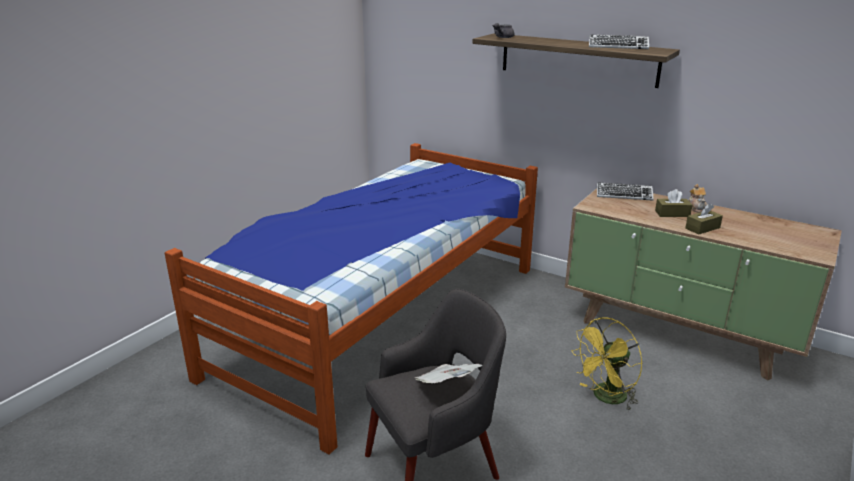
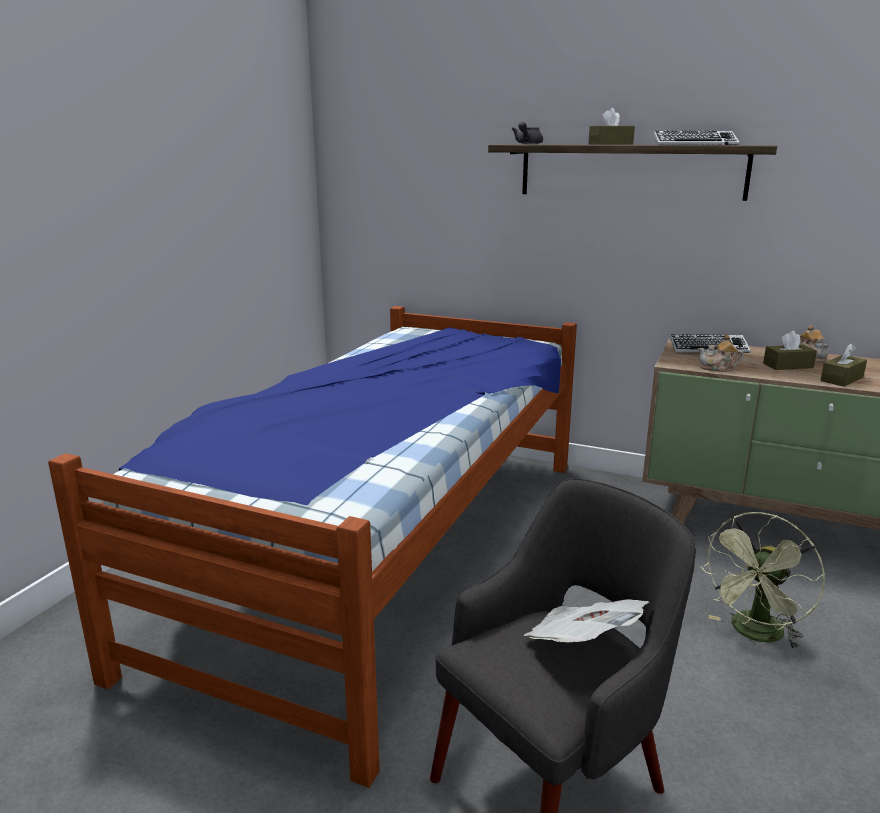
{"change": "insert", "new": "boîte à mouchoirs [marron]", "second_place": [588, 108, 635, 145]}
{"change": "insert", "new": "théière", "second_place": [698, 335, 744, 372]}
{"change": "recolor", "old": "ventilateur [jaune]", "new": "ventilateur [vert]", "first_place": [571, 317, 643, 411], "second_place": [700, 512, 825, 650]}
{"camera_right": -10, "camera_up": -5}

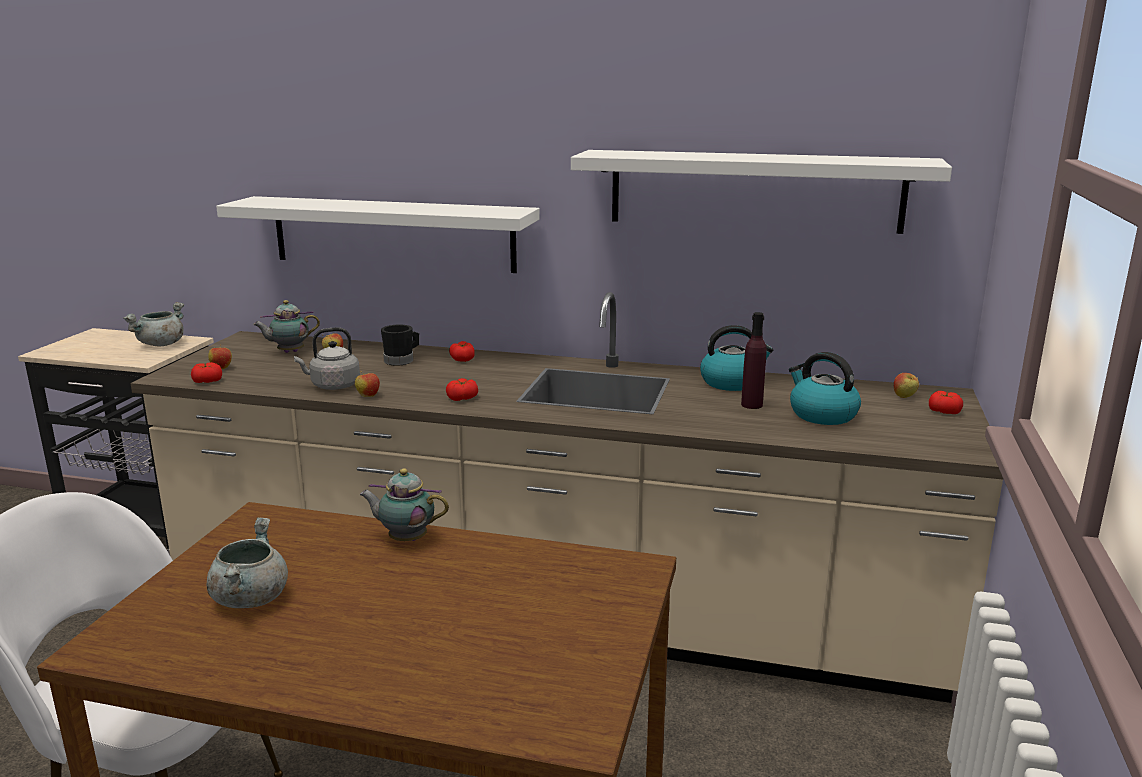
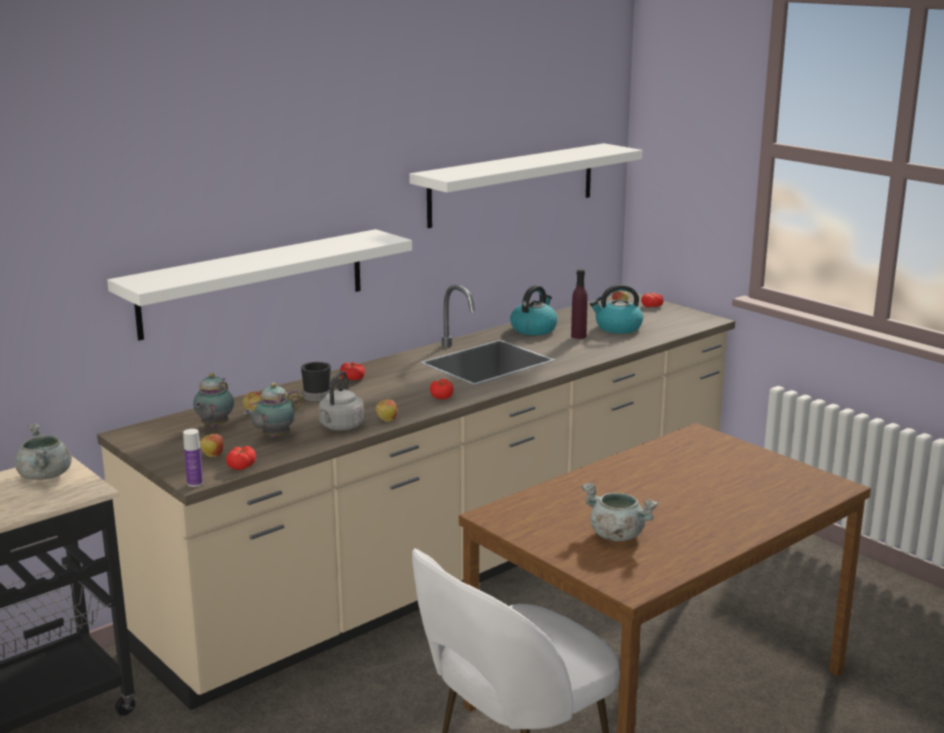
{"change": "insert", "new": "bouteille", "second_place": [183, 429, 203, 487]}
{"change": "move", "old": "théière", "first_place": [359, 468, 449, 541], "second_place": [244, 383, 302, 438]}
{"camera_right": -55, "camera_up": 0}

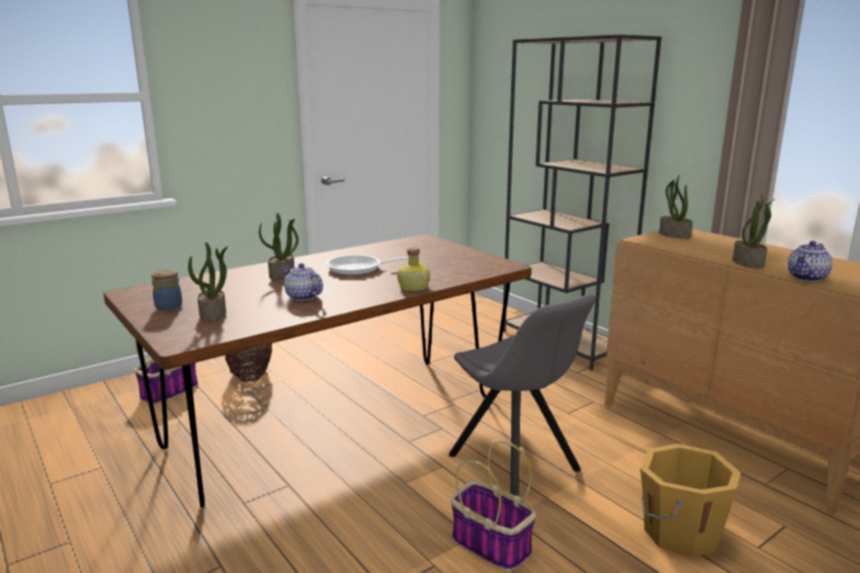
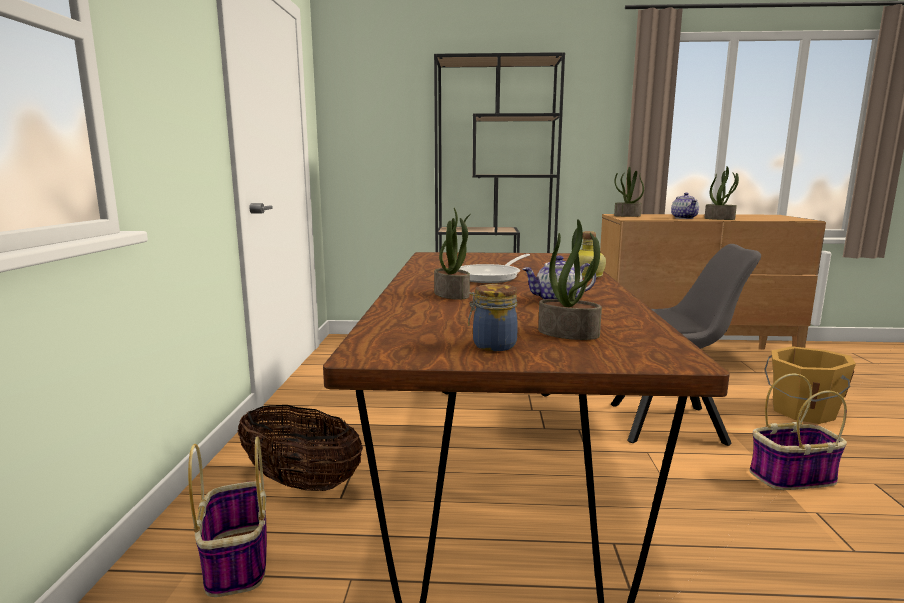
{"change": "move", "old": "théière", "first_place": [788, 241, 832, 282], "second_place": [671, 193, 699, 219]}
{"camera_right": -50, "camera_up": -5}

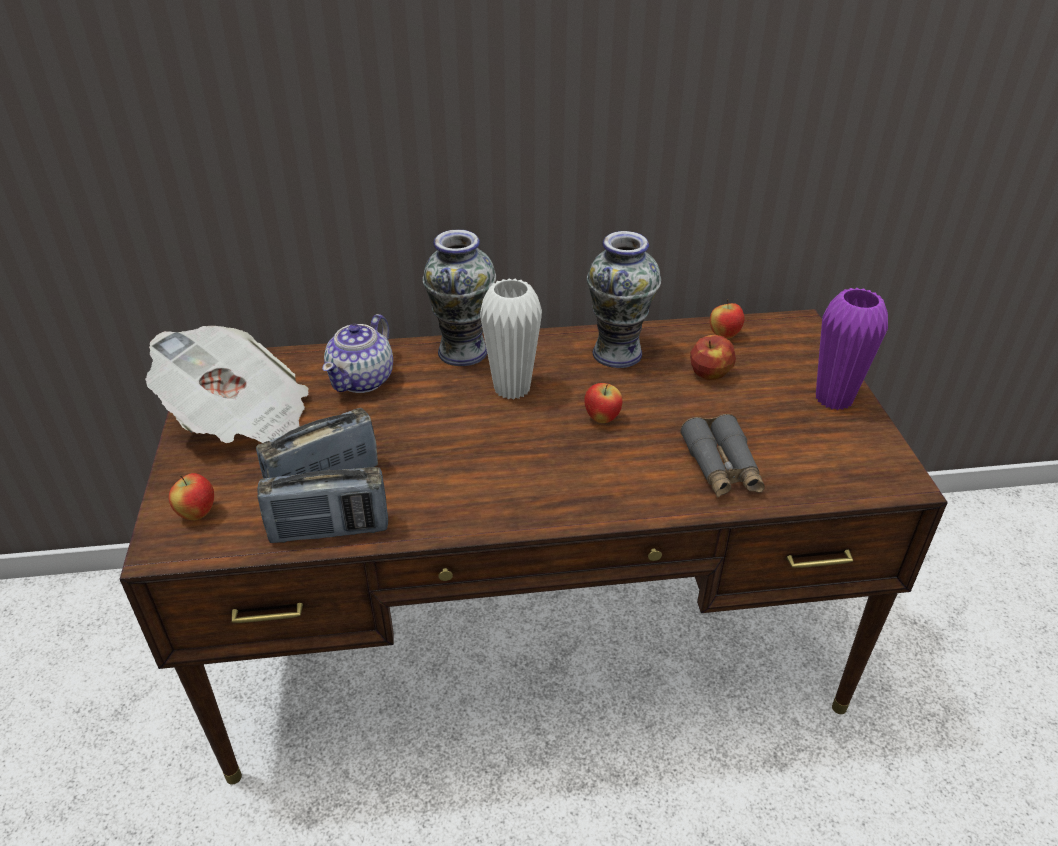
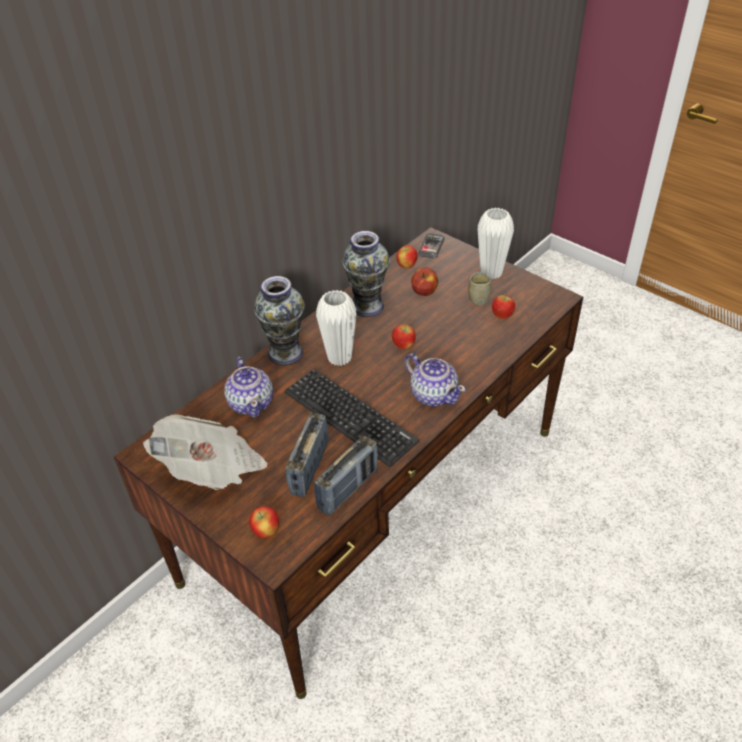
{"change": "insert", "new": "clavier", "second_place": [285, 369, 419, 467]}
{"change": "insert", "new": "théière", "second_place": [405, 353, 466, 406]}
{"change": "insert", "new": "téléphone", "second_place": [418, 233, 445, 258]}
{"change": "insert", "new": "tasse", "second_place": [468, 272, 491, 306]}
{"change": "recolor", "old": "vase [violet]", "new": "vase [blanc]", "first_place": [816, 288, 888, 410], "second_place": [477, 208, 514, 279]}
{"change": "insert", "new": "pomme", "second_place": [492, 294, 516, 319]}
{"change": "delete", "old": "jumelles [gris]", "first_place": [680, 414, 765, 498]}
{"camera_right": -40, "camera_up": 5}

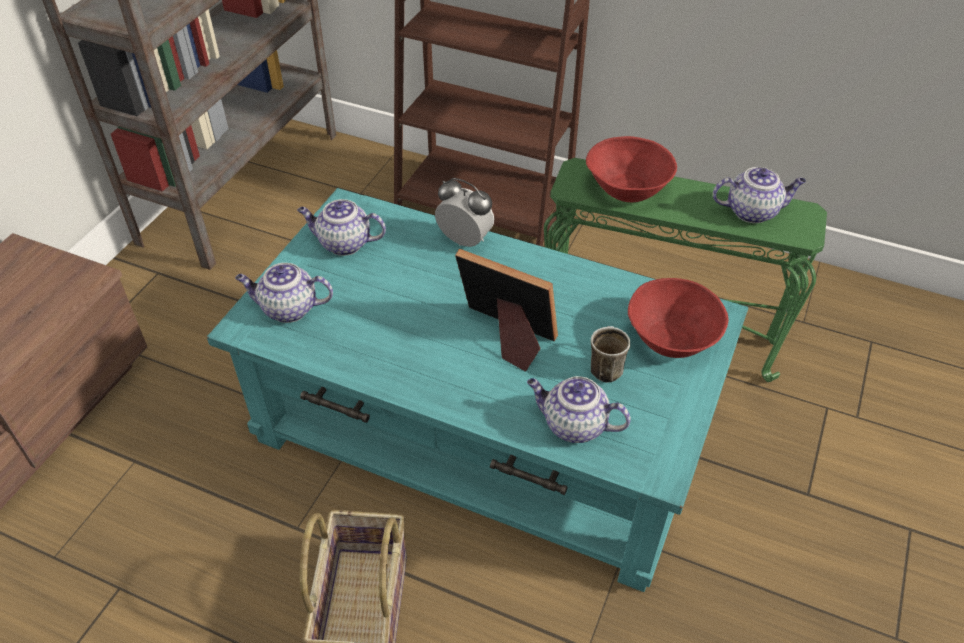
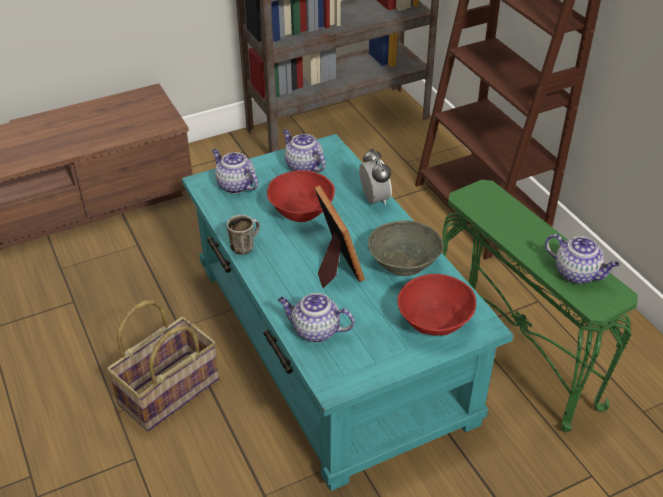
{"change": "move", "old": "mug", "first_place": [591, 326, 630, 383], "second_place": [227, 215, 260, 255]}
{"change": "move", "old": "bol [rouge]", "first_place": [586, 136, 677, 202], "second_place": [267, 170, 335, 222]}
{"change": "rotate", "old": "théière", "first_place": [527, 376, 631, 443], "second_place": [278, 293, 354, 343], "degrees": -45}
{"change": "insert", "new": "bol [gris]", "second_place": [368, 221, 444, 276]}
{"camera_right": 40, "camera_up": -5}

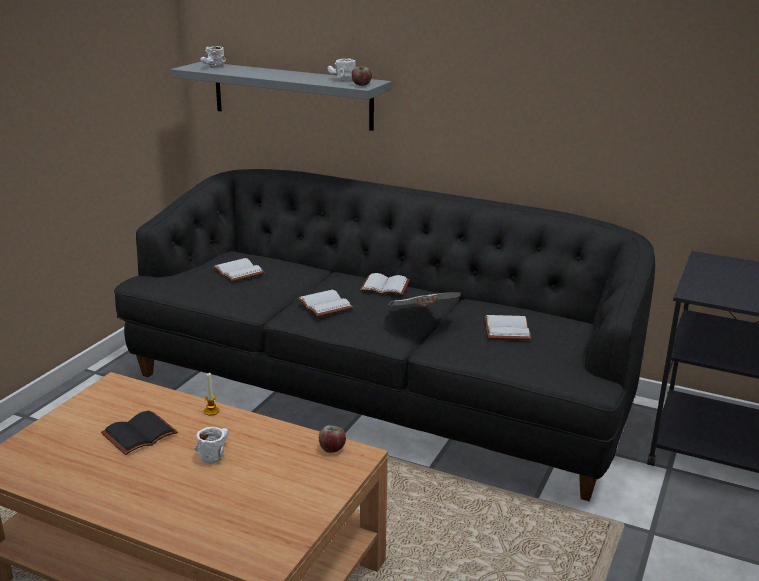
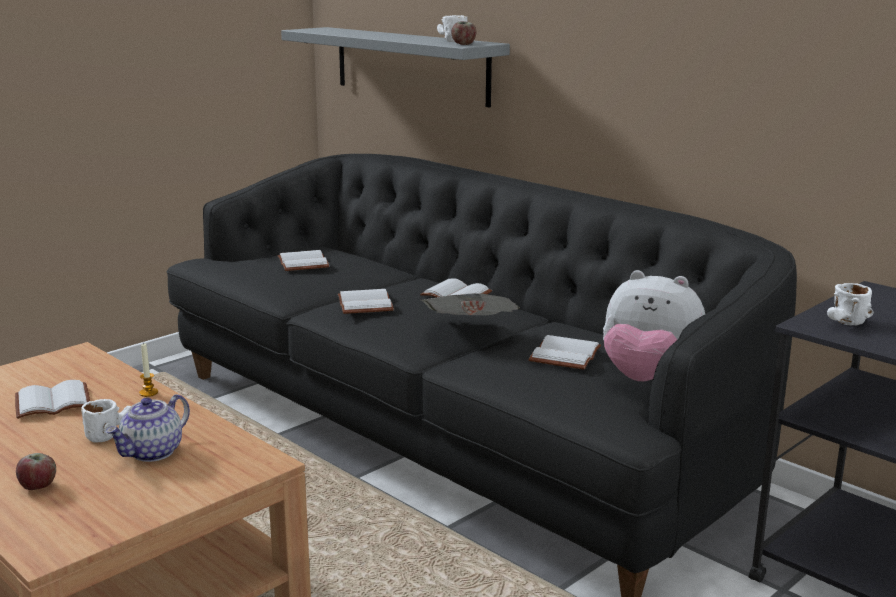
{"change": "recolor", "old": "livre [noir]", "new": "livre [blanc]", "first_place": [101, 411, 178, 455], "second_place": [15, 380, 90, 419]}
{"change": "move", "old": "pomme", "first_place": [319, 425, 346, 453], "second_place": [16, 453, 56, 490]}
{"change": "insert", "new": "théière", "second_place": [106, 394, 190, 462]}
{"change": "insert", "new": "peluche", "second_place": [603, 270, 705, 381]}
{"change": "move", "old": "mug [blanc]", "first_place": [201, 46, 226, 68], "second_place": [827, 283, 874, 325]}
{"camera_right": 20, "camera_up": -5}

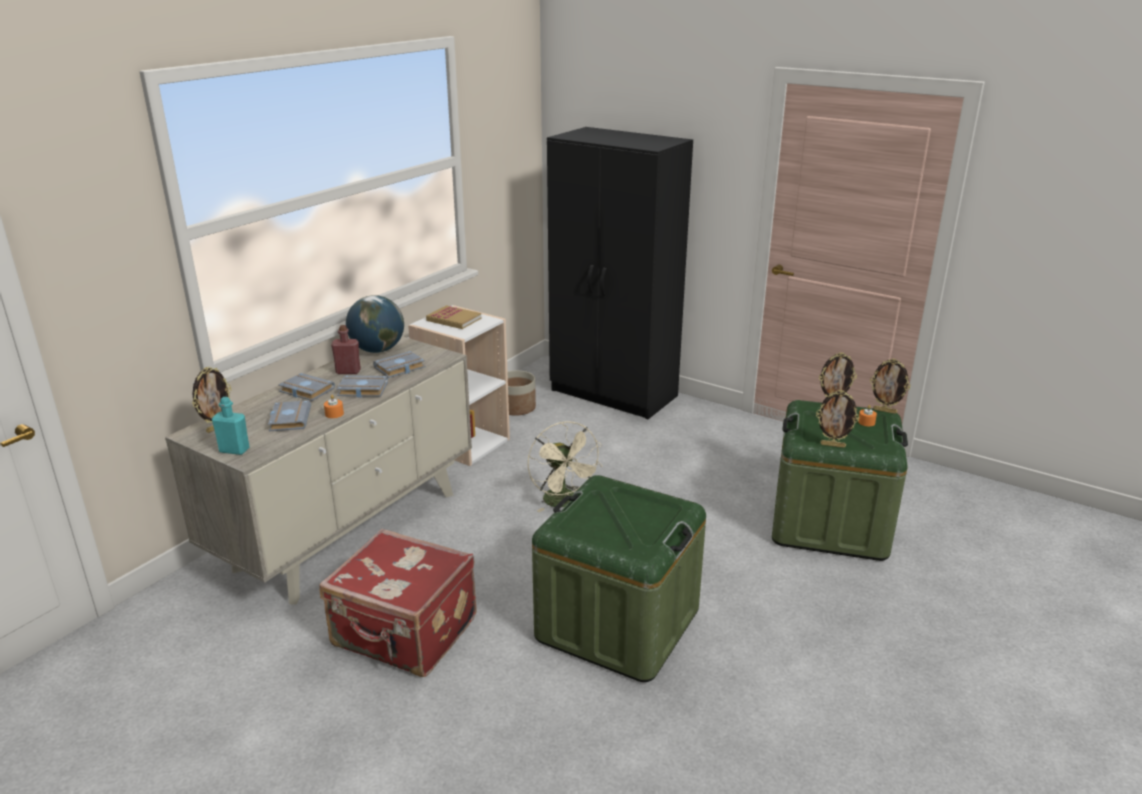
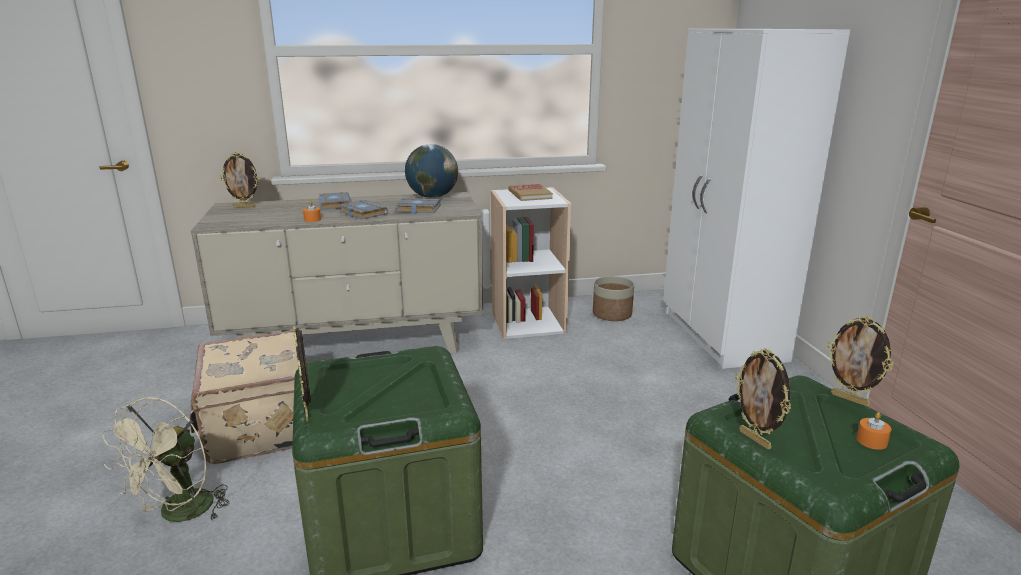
{"change": "move", "old": "ventilateur [beige]", "first_place": [528, 421, 603, 512], "second_place": [102, 397, 230, 522]}
{"change": "recolor", "old": "valise [rouge]", "new": "valise [beige]", "first_place": [319, 529, 477, 677], "second_place": [190, 330, 299, 464]}
{"change": "move", "old": "cadre photo", "first_place": [870, 358, 911, 414], "second_place": [293, 326, 311, 422]}
{"change": "recolor", "old": "armoire [noir]", "new": "armoire [blanc]", "first_place": [547, 127, 693, 419], "second_place": [663, 29, 850, 369]}
{"change": "delete", "old": "bouteille [turquoise]", "first_place": [212, 397, 249, 455]}
{"change": "delete", "old": "livre [gris]", "first_place": [268, 400, 311, 431]}
{"change": "delete", "old": "bouteille [rouge]", "first_place": [331, 325, 361, 374]}
{"camera_right": 45, "camera_up": -5}

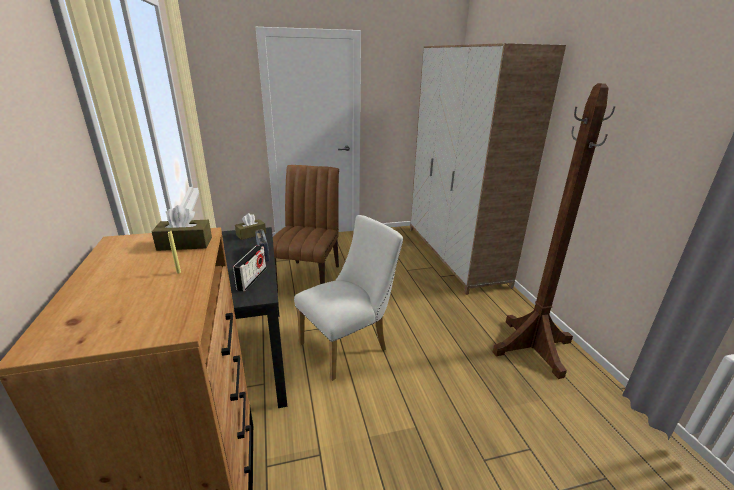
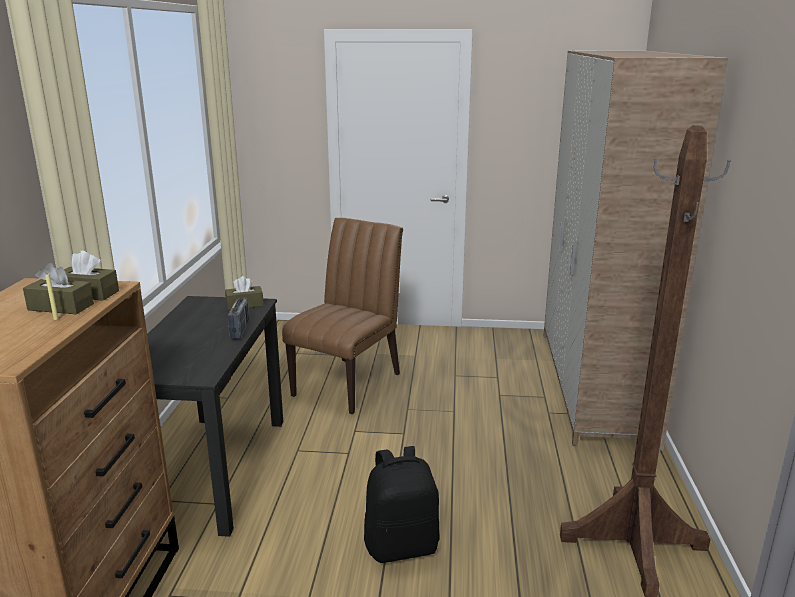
{"change": "insert", "new": "boîte à mouchoirs [marron]", "second_place": [23, 263, 94, 314]}
{"change": "insert", "new": "sac à dos [noir]", "second_place": [364, 446, 440, 563]}
{"change": "delete", "old": "radio", "first_place": [233, 246, 266, 291]}
{"change": "delete", "old": "chaise [blanc]", "first_place": [294, 215, 403, 381]}
{"camera_right": 20, "camera_up": -5}

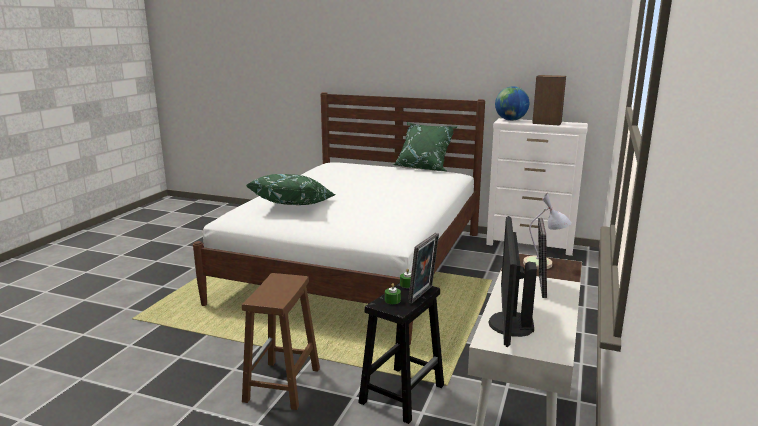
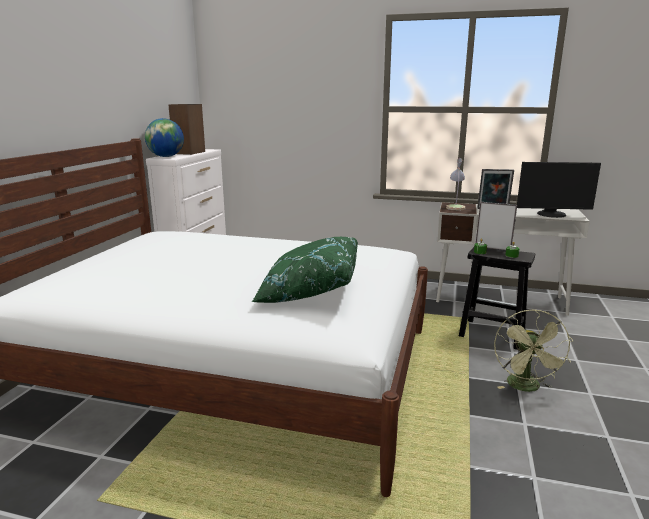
{"change": "replace", "old": "tabouret [marron]", "new": "ventilateur [vert]", "first_place": [242, 273, 320, 410], "second_place": [494, 310, 573, 392]}
{"change": "delete", "old": "coussin [vert]", "first_place": [393, 122, 458, 171]}
{"camera_right": -95, "camera_up": 0}

